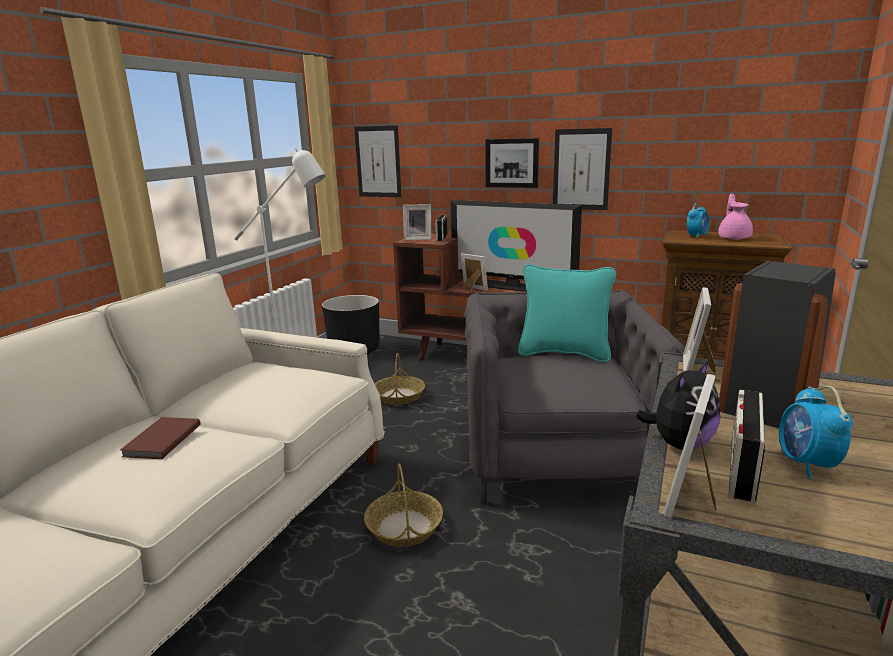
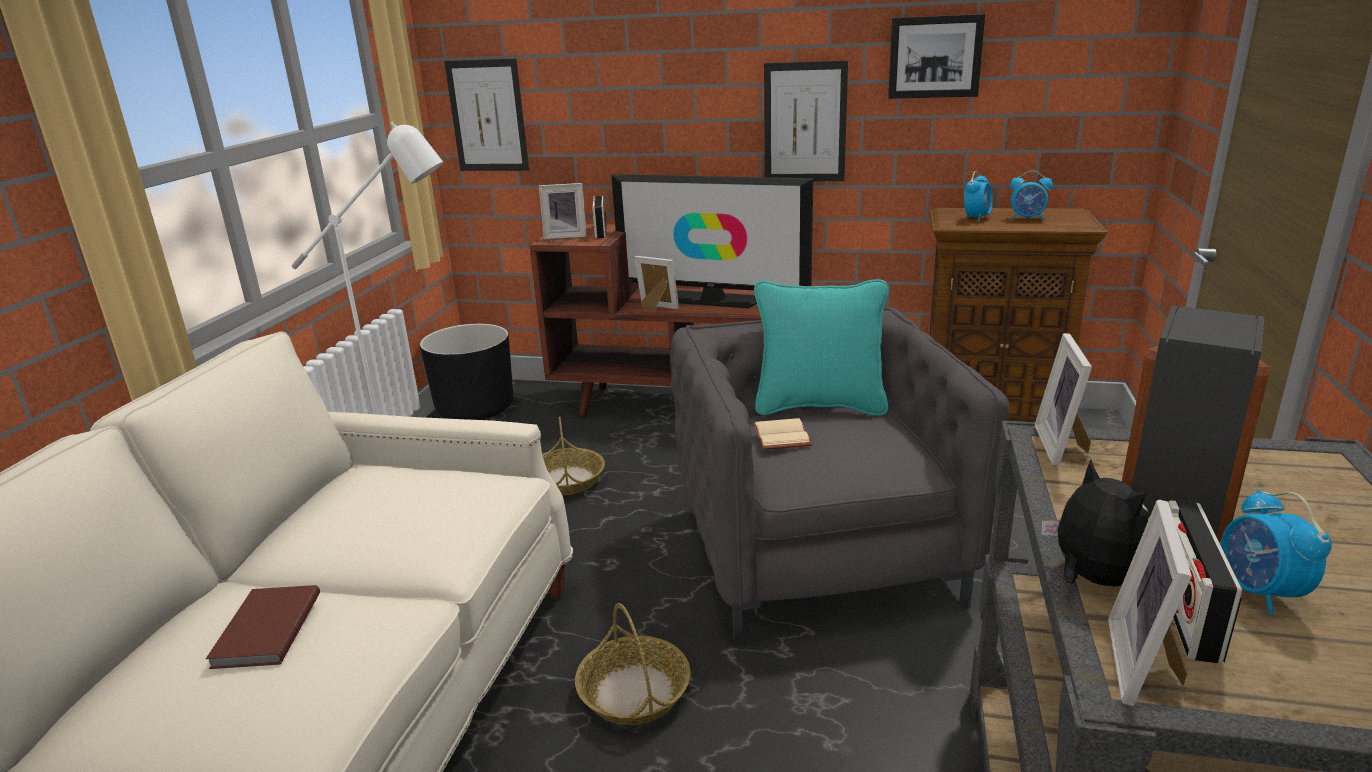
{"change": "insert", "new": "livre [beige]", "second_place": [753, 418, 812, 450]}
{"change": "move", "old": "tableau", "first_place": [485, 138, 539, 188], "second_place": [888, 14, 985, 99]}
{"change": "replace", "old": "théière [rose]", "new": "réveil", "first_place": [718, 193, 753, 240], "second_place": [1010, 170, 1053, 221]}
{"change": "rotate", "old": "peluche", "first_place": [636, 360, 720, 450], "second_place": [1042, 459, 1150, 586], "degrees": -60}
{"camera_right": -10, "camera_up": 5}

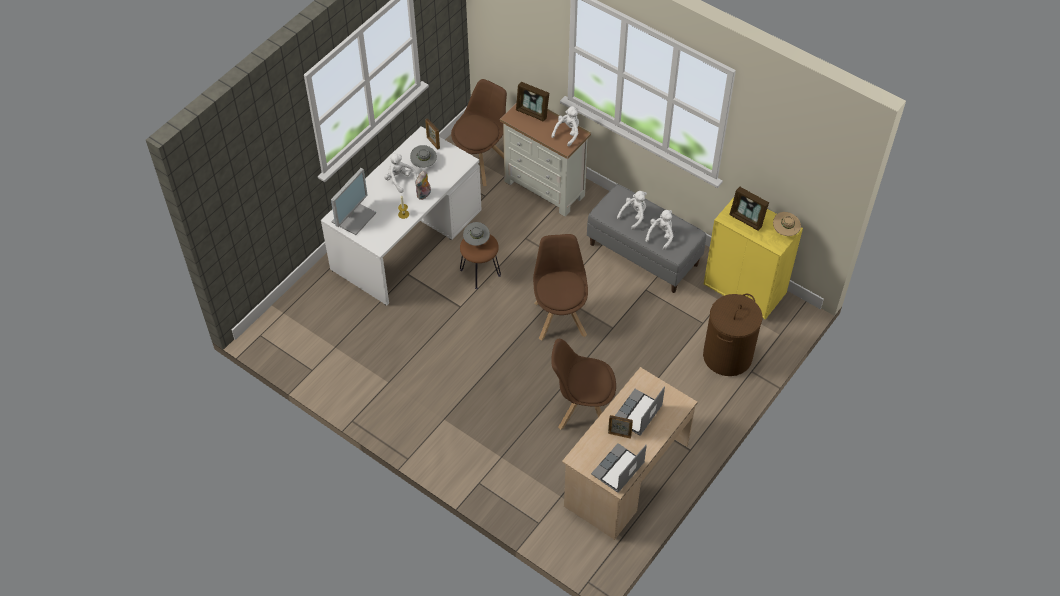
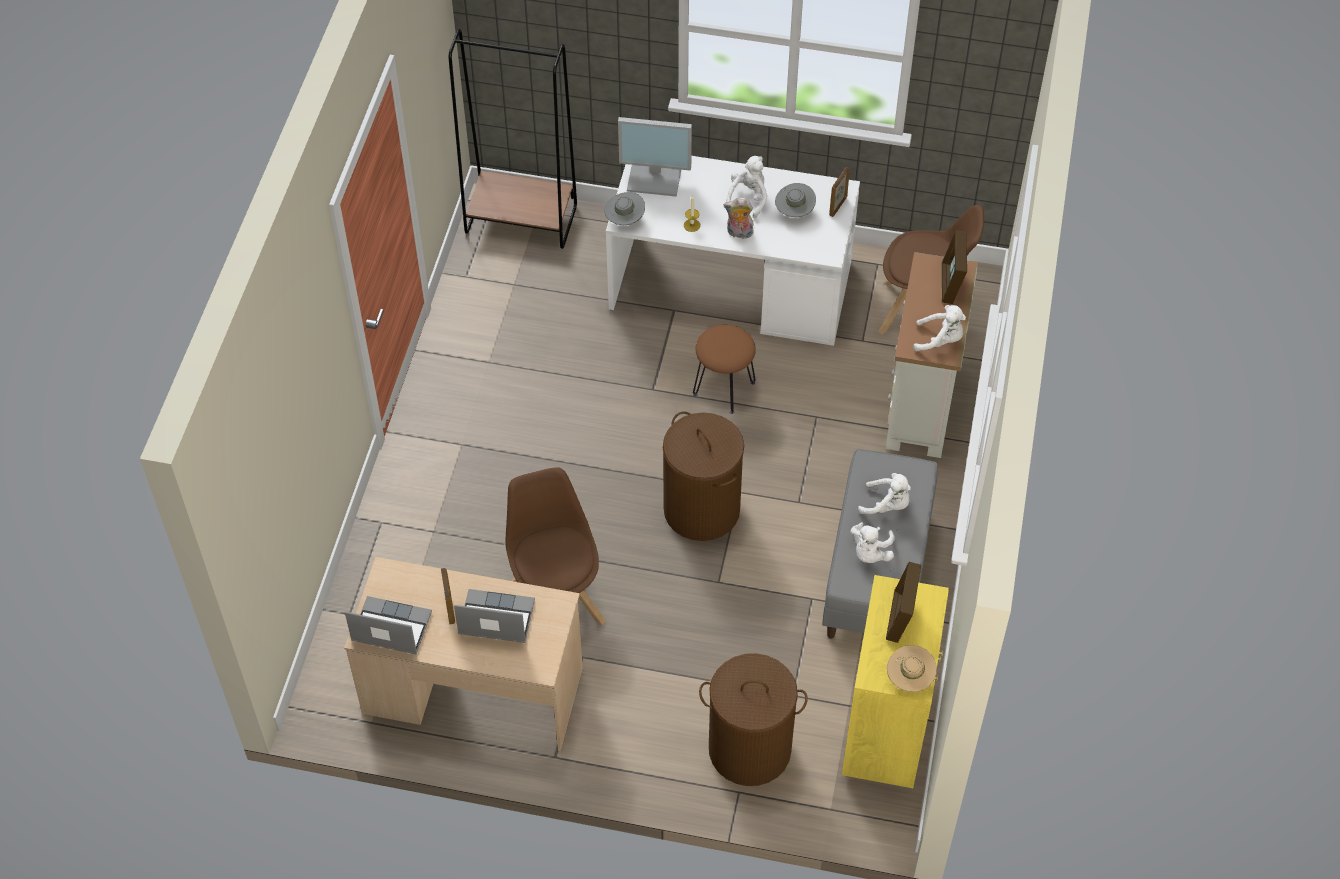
{"change": "insert", "new": "portant", "second_place": [449, 29, 577, 249]}
{"change": "move", "old": "chapeau [gris]", "first_place": [463, 222, 490, 246], "second_place": [604, 192, 645, 225]}
{"change": "replace", "old": "chaise [marron]", "new": "panier à linge [marron]", "first_place": [533, 234, 588, 341], "second_place": [663, 411, 744, 541]}
{"change": "rotate", "old": "peluche [blanc]", "first_place": [645, 210, 673, 250], "second_place": [851, 522, 895, 563], "degrees": 105}
{"camera_right": 65, "camera_up": 0}

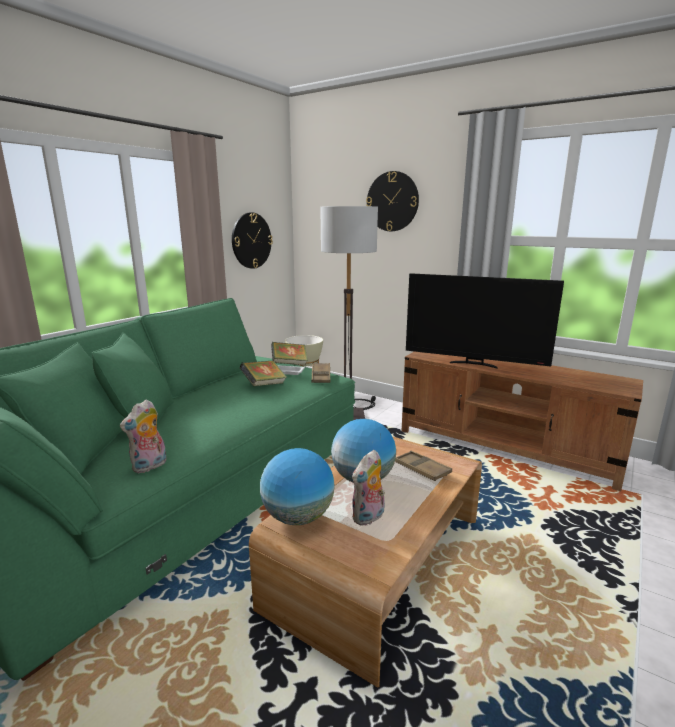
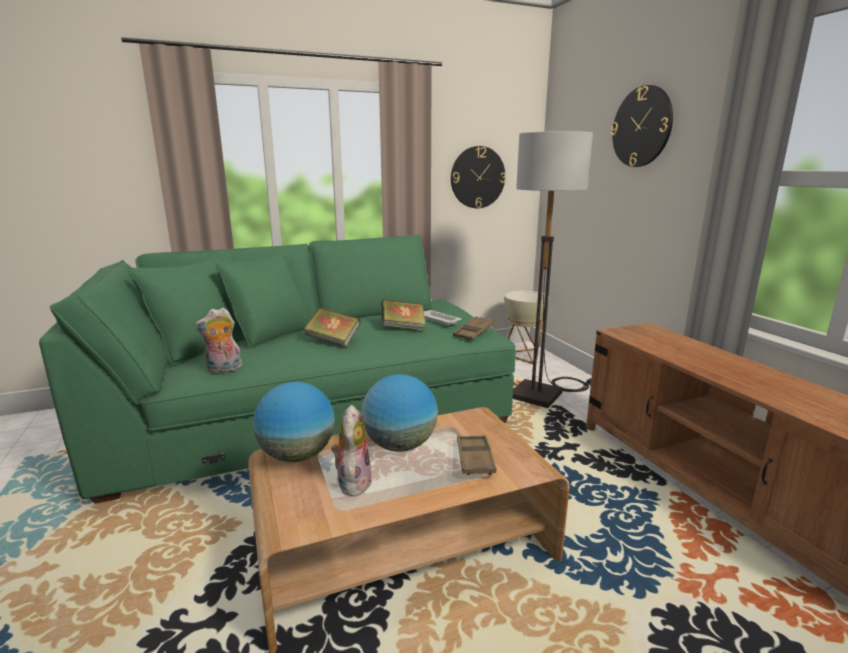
{"change": "move", "old": "livre", "first_place": [271, 342, 308, 366], "second_place": [304, 308, 361, 347]}
{"change": "rotate", "old": "peluche", "first_place": [352, 450, 385, 526], "second_place": [331, 405, 372, 496], "degrees": 105}
{"change": "delete", "old": "téléviseur", "first_place": [406, 273, 564, 368]}
{"camera_right": 35, "camera_up": 0}

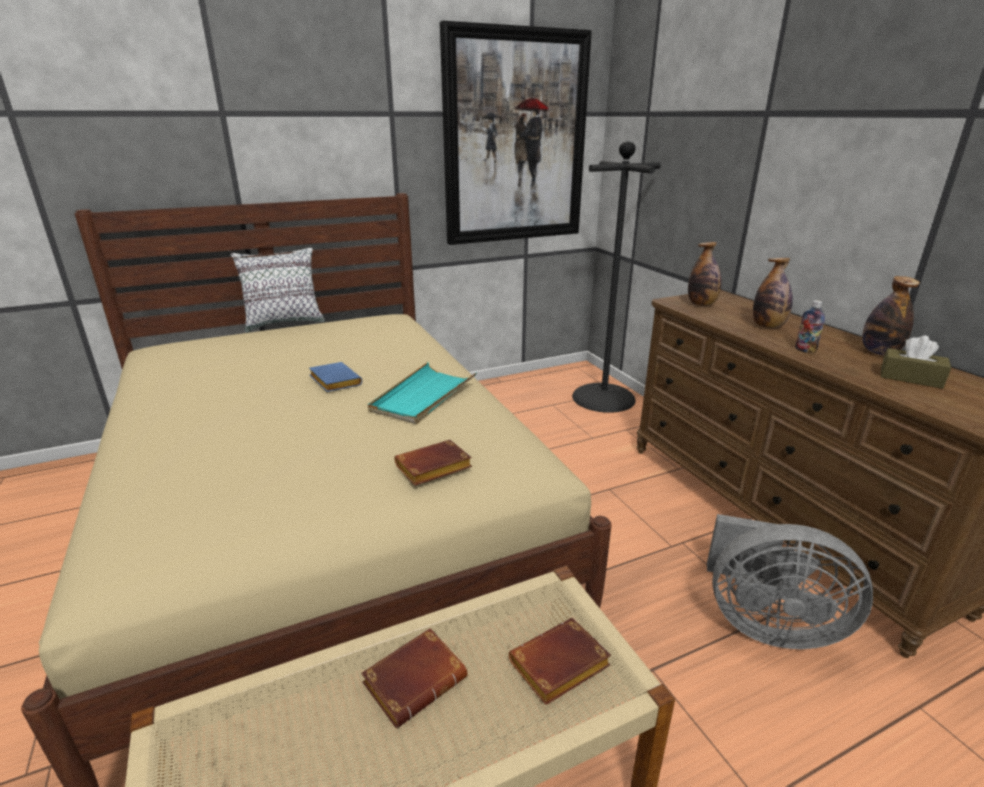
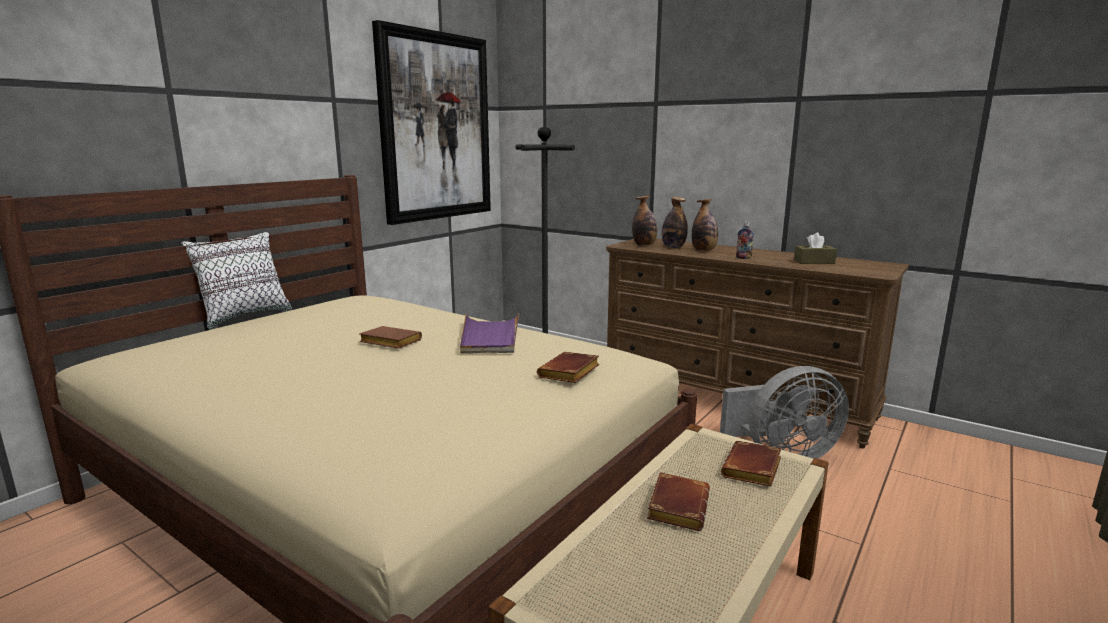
{"change": "recolor", "old": "livre [bleu]", "new": "livre [marron]", "first_place": [309, 362, 362, 392], "second_place": [359, 326, 422, 349]}
{"change": "recolor", "old": "plateau [turquoise]", "new": "plateau [violet]", "first_place": [368, 362, 476, 424], "second_place": [460, 314, 519, 354]}
{"change": "move", "old": "bouteille", "first_place": [862, 276, 920, 355], "second_place": [662, 197, 688, 248]}
{"camera_right": -30, "camera_up": -10}

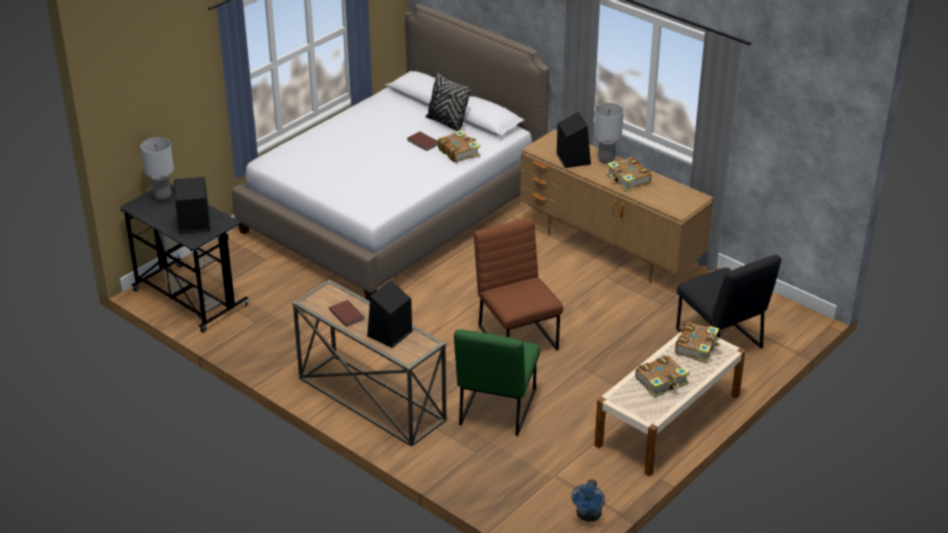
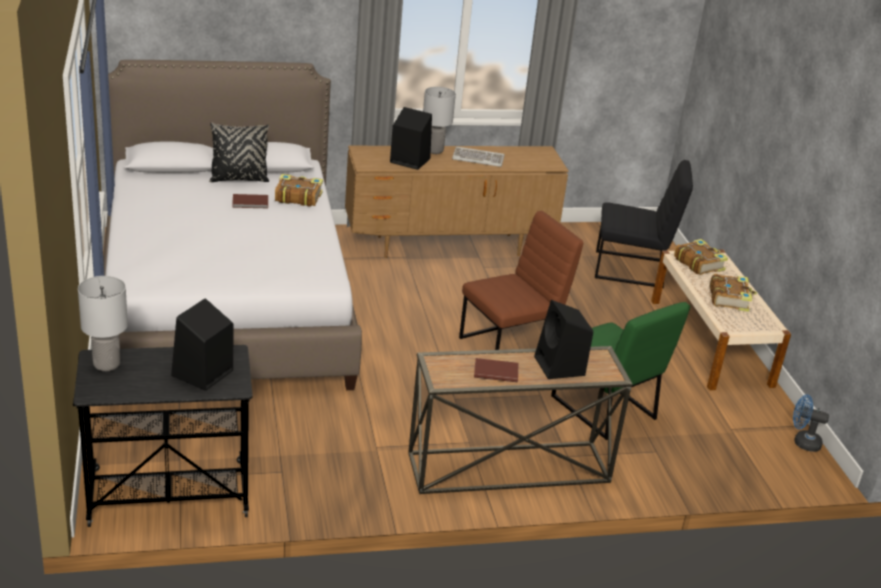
{"change": "replace", "old": "livre", "new": "clavier", "first_place": [606, 157, 652, 192], "second_place": [452, 147, 504, 167]}
{"change": "rotate", "old": "chaise [marron]", "first_place": [474, 218, 563, 351], "second_place": [459, 211, 583, 350], "degrees": 135}
{"change": "rotate", "old": "ventilateur [bleu]", "first_place": [572, 479, 605, 521], "second_place": [793, 394, 829, 452], "degrees": 150}
{"camera_right": -55, "camera_up": -5}

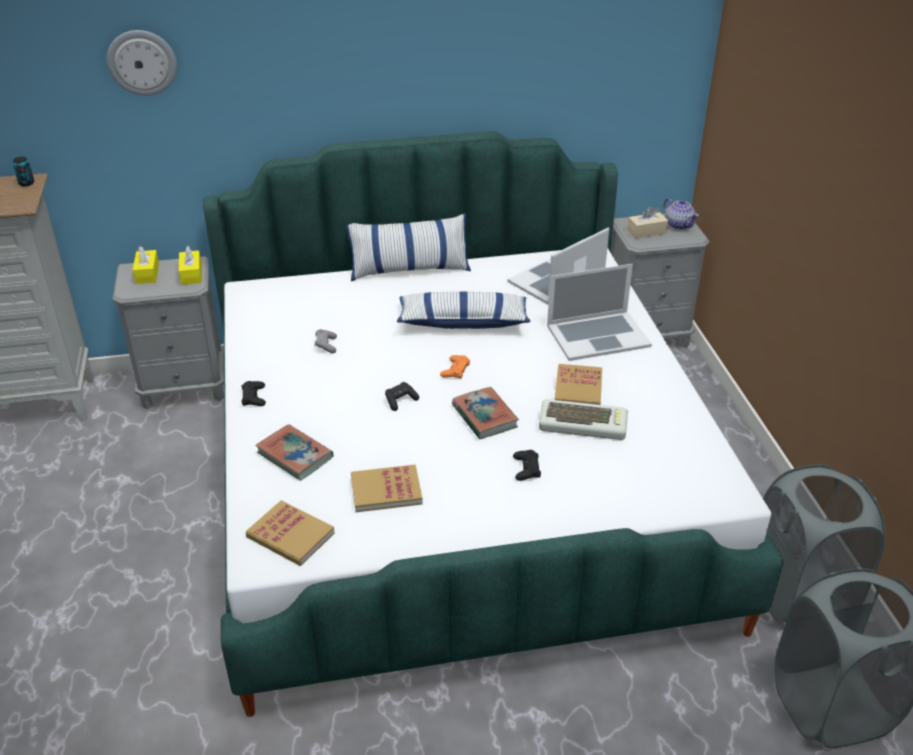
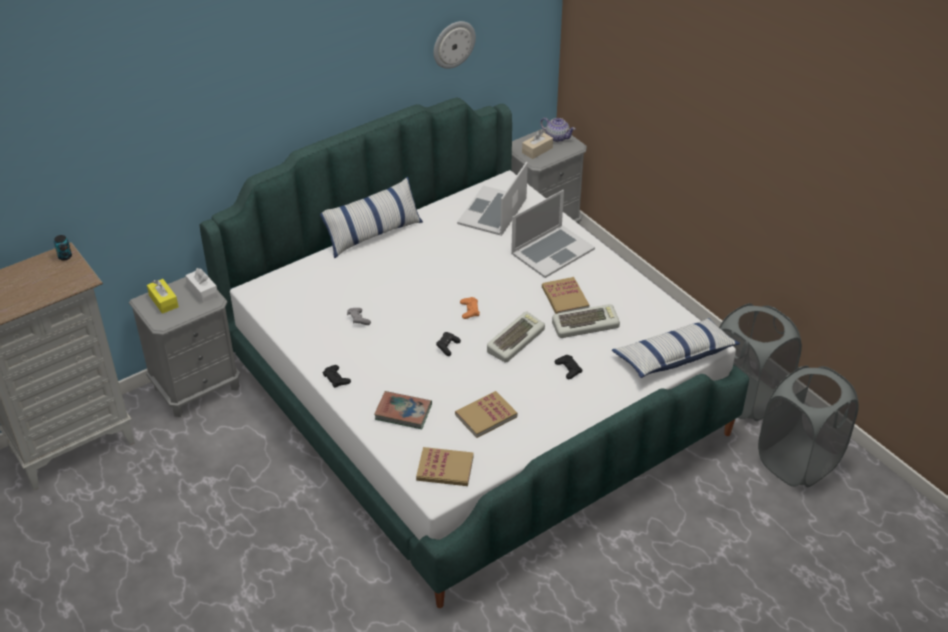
{"change": "recolor", "old": "boîte à mouchoirs [jaune]", "new": "boîte à mouchoirs [blanc]", "first_place": [179, 246, 202, 285], "second_place": [185, 268, 218, 303]}
{"change": "move", "old": "horloge murale", "first_place": [107, 30, 177, 96], "second_place": [433, 21, 476, 69]}
{"change": "replace", "old": "livre", "new": "clavier", "first_place": [452, 387, 519, 439], "second_place": [487, 311, 545, 363]}
{"change": "move", "old": "coussin", "first_place": [397, 291, 531, 329], "second_place": [612, 318, 740, 378]}
{"camera_right": -25, "camera_up": 5}

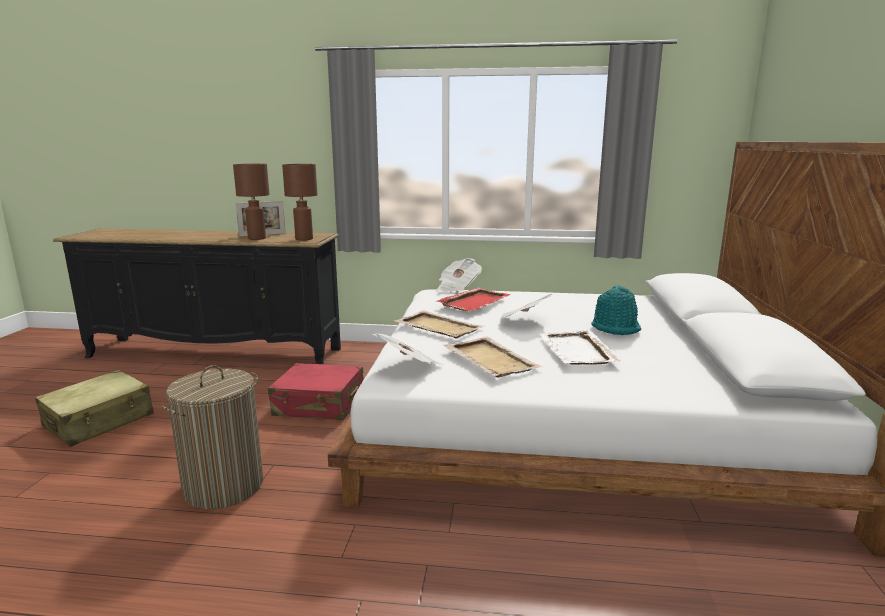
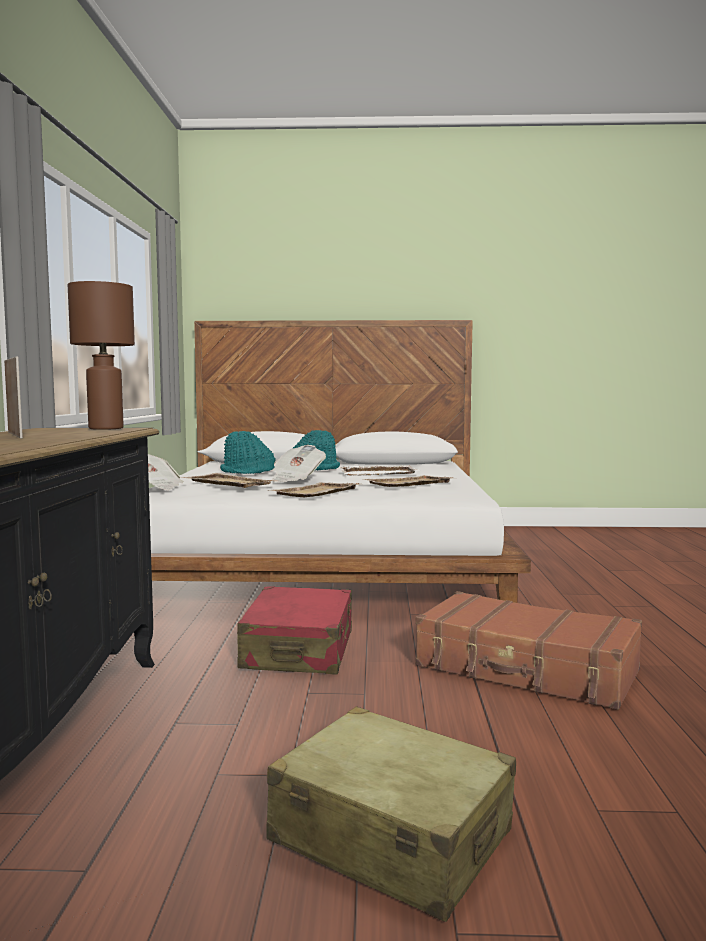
{"change": "recolor", "old": "plateau [rouge]", "new": "plateau [beige]", "first_place": [436, 288, 511, 311], "second_place": [182, 473, 279, 488]}
{"change": "insert", "new": "chapeau [turquoise]", "second_place": [220, 431, 275, 474]}
{"change": "replace", "old": "panier à linge", "new": "valise [marron]", "first_place": [161, 365, 263, 509], "second_place": [415, 591, 642, 710]}
{"change": "delete", "old": "lampe de table [marron]", "first_place": [233, 164, 270, 240]}
{"change": "delete", "old": "journal", "first_place": [373, 333, 444, 365]}
{"camera_right": -95, "camera_up": -10}

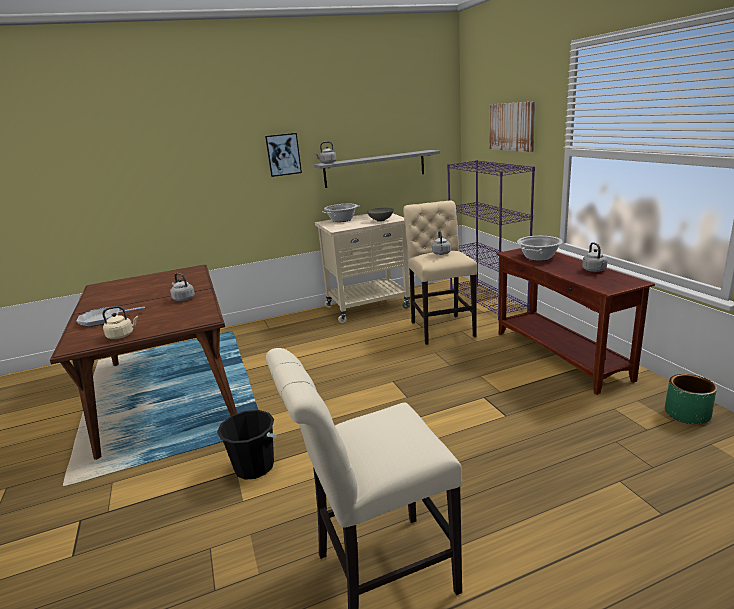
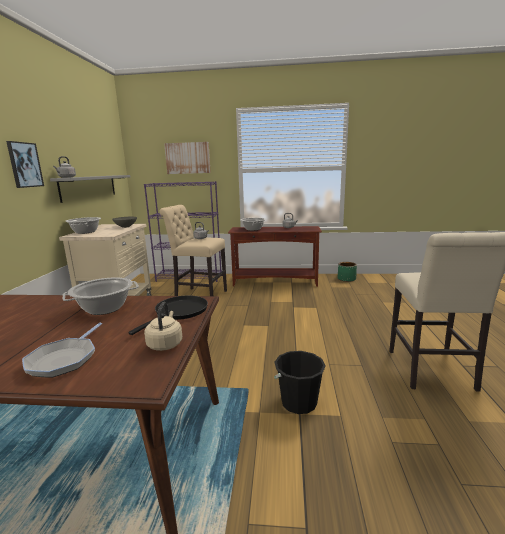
{"change": "replace", "old": "bouilloire [gris]", "new": "marmite", "first_place": [170, 273, 195, 301], "second_place": [63, 277, 139, 315]}
{"change": "insert", "new": "poêle [noir]", "second_place": [129, 295, 208, 335]}
{"camera_right": -65, "camera_up": -5}

